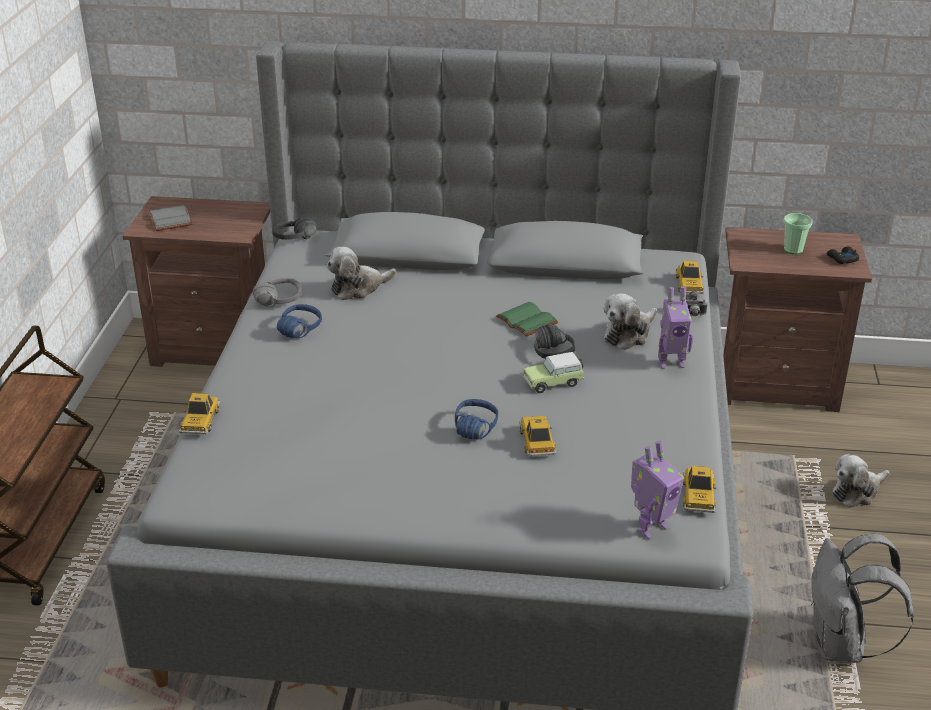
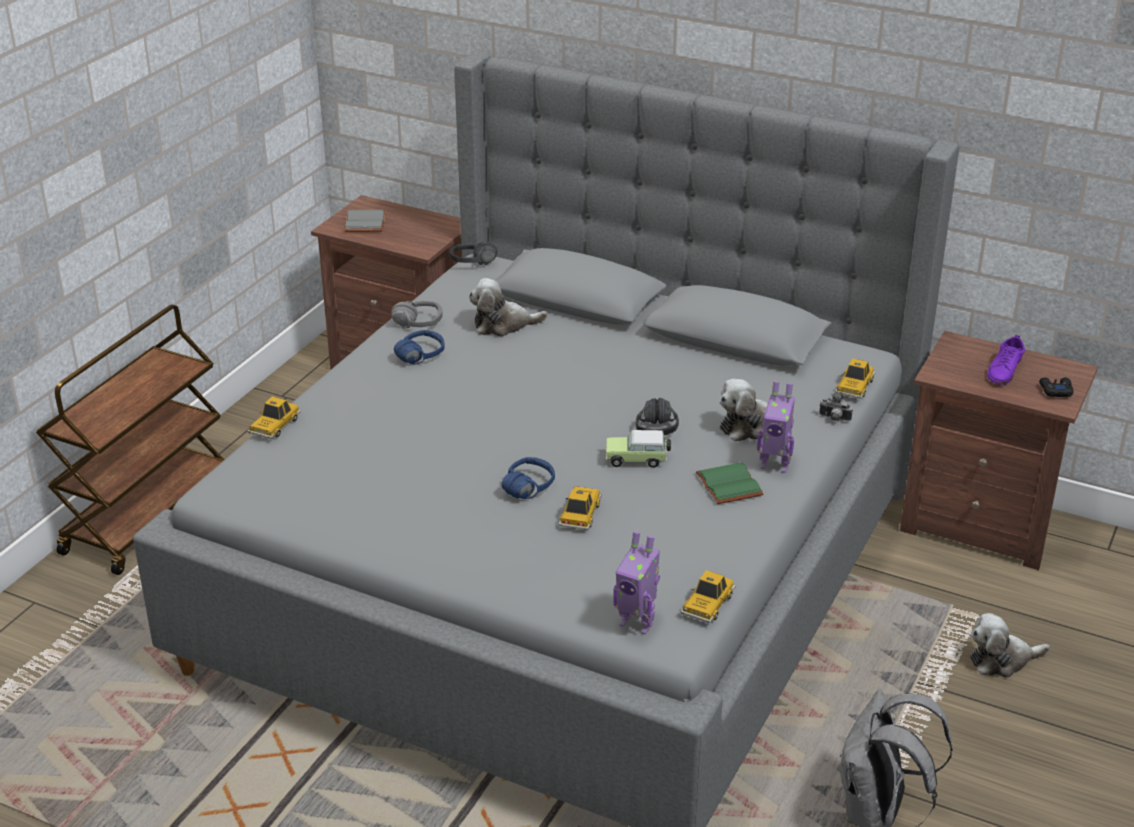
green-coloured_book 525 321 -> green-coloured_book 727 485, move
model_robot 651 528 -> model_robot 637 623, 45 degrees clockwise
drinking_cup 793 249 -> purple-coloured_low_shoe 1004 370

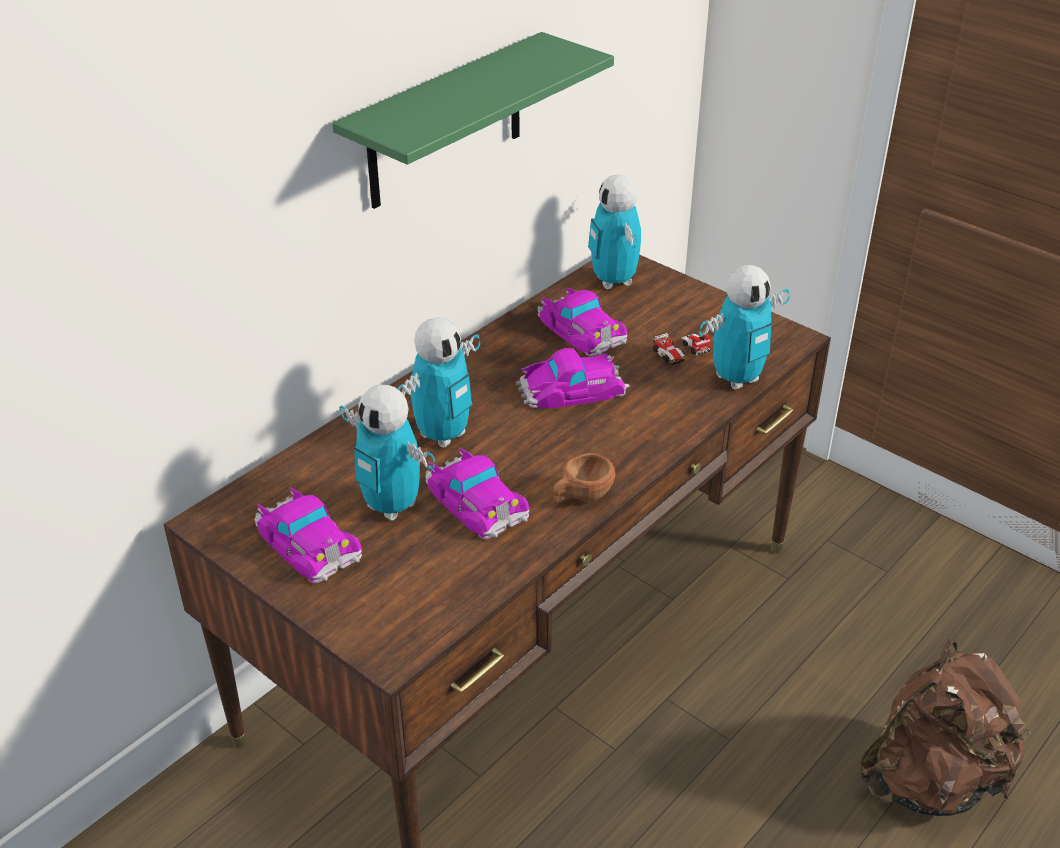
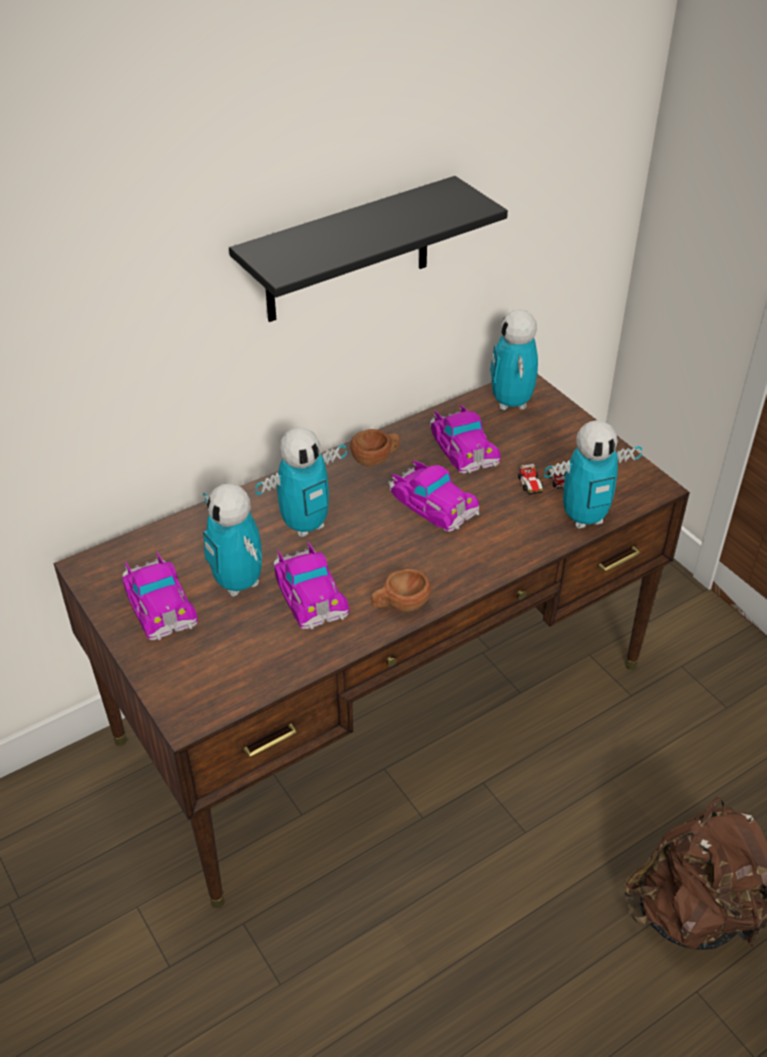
green-coloured_wall_shelf 445 122 -> blackish_wall_shelf 348 251
toy_car 572 388 -> toy_car 433 501, 45 degrees clockwise
none -> brownish_drinking_cup 376 459

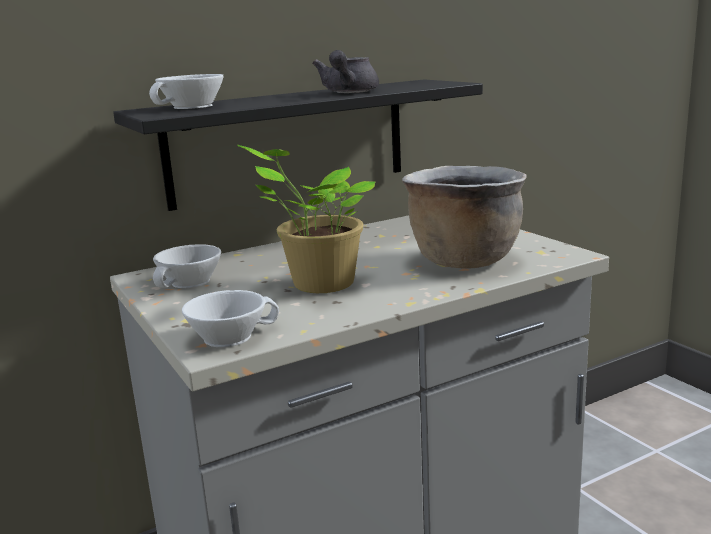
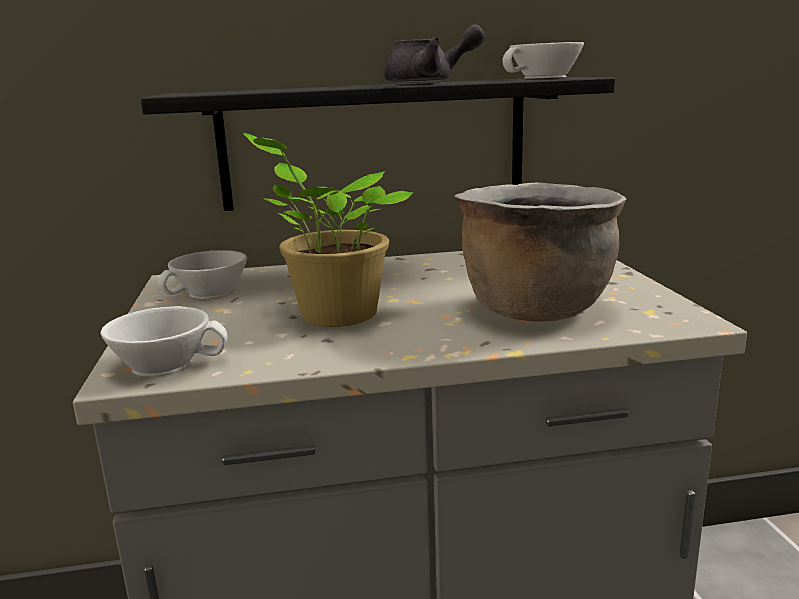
whitish_drinking_cup 192 107 -> whitish_drinking_cup 544 77, move
gray_pot_for_tea 348 92 -> gray_pot_for_tea 430 83, 135 degrees counterclockwise

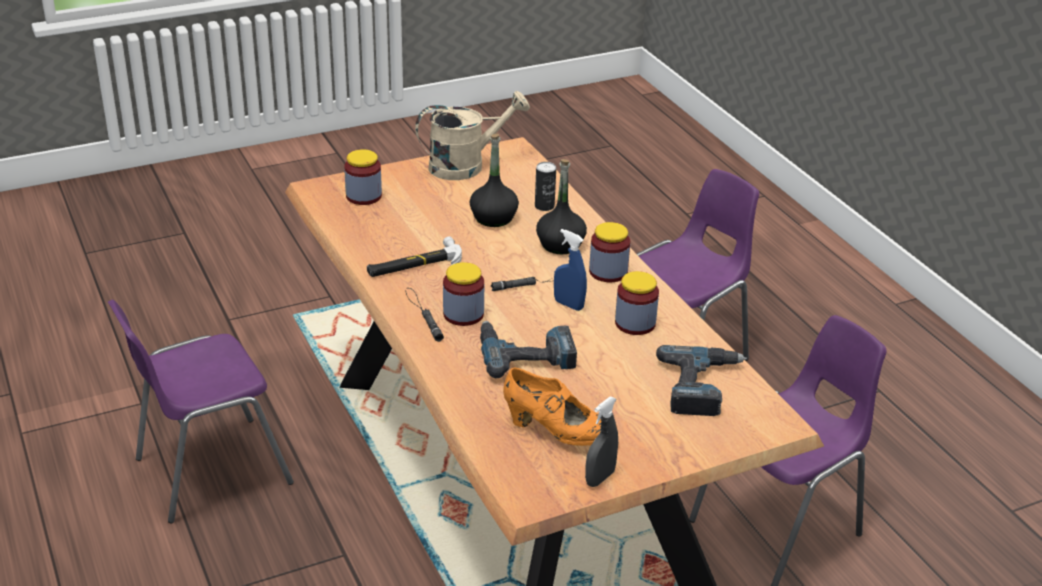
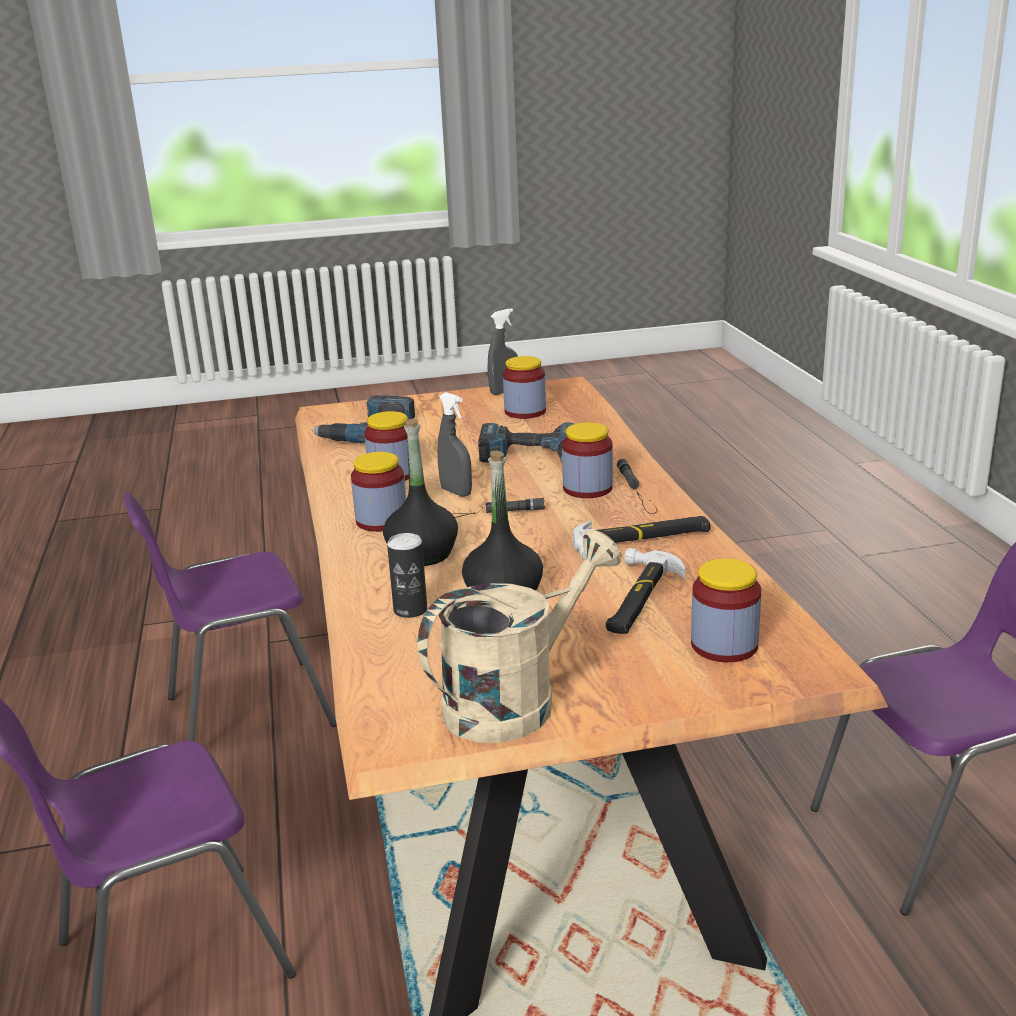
sand-coloured_watering_can 466 165 -> sand-coloured_watering_can 515 700, 150 degrees clockwise
orange-coloured_low_shoe 558 432 -> preserve_jar 525 412
blue_sprayer 568 304 -> gray_sprayer 456 492
none -> hand_hammer 638 598

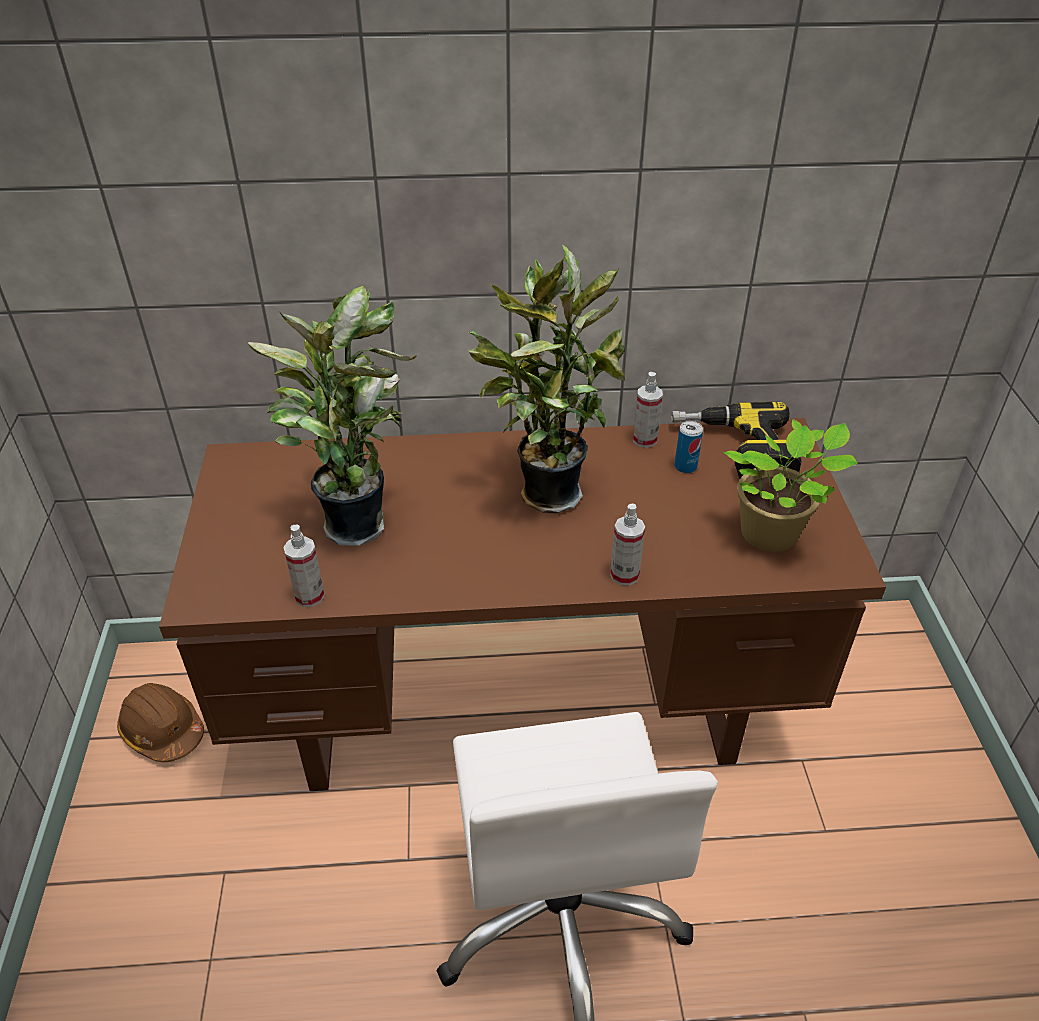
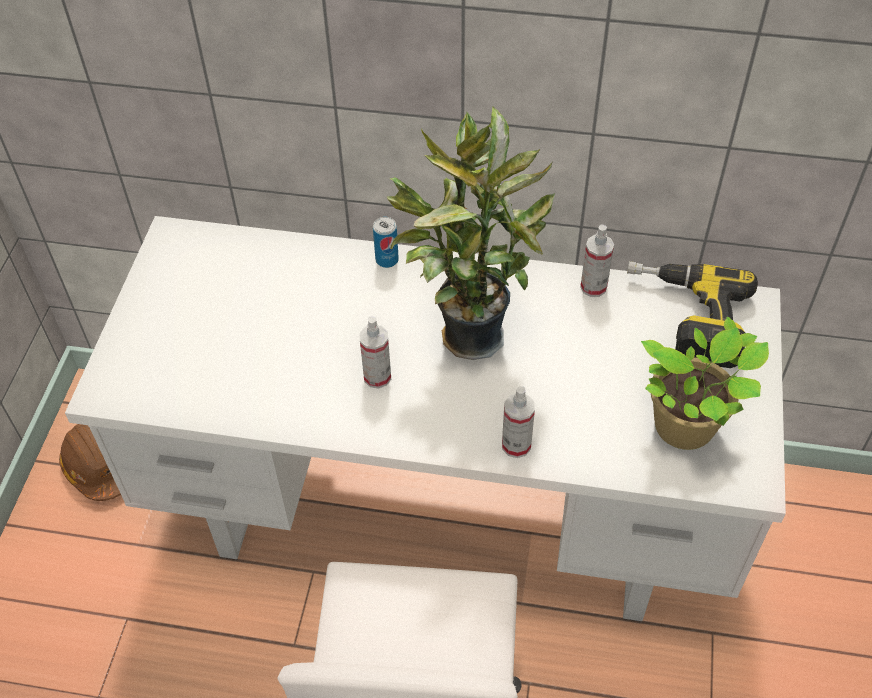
brownish_desk_table 520 708 -> whitish_desk_table 442 515
potted_plant 357 521 -> none
sprayer 309 596 -> sprayer 377 377, move
can 685 466 -> can 387 260, move

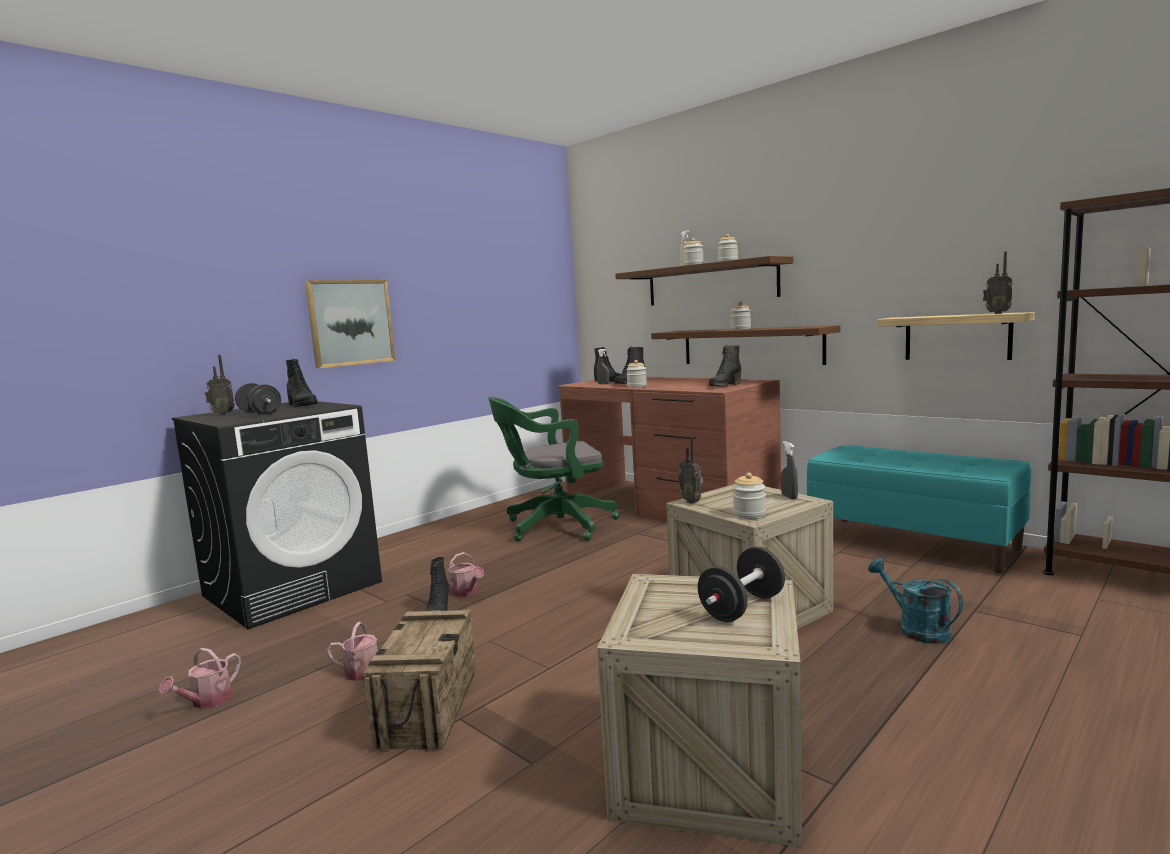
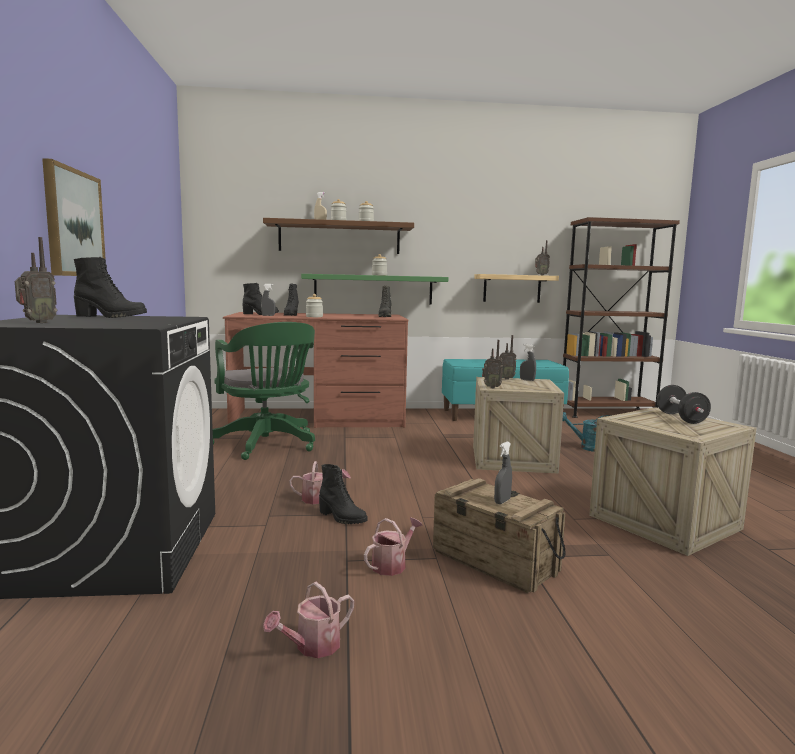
watering_can 207 701 -> watering_can 312 646, 75 degrees clockwise
blackish_hand_weight 260 414 -> none
green-coloured_office_chair 554 526 -> green-coloured_office_chair 267 445, 60 degrees counterclockwise
brownish_wall_shelf 750 346 -> green-coloured_wall_shelf 373 289
preserve_jar 749 514 -> none
none -> gray_sprayer 502 501
none -> radio_set 505 378

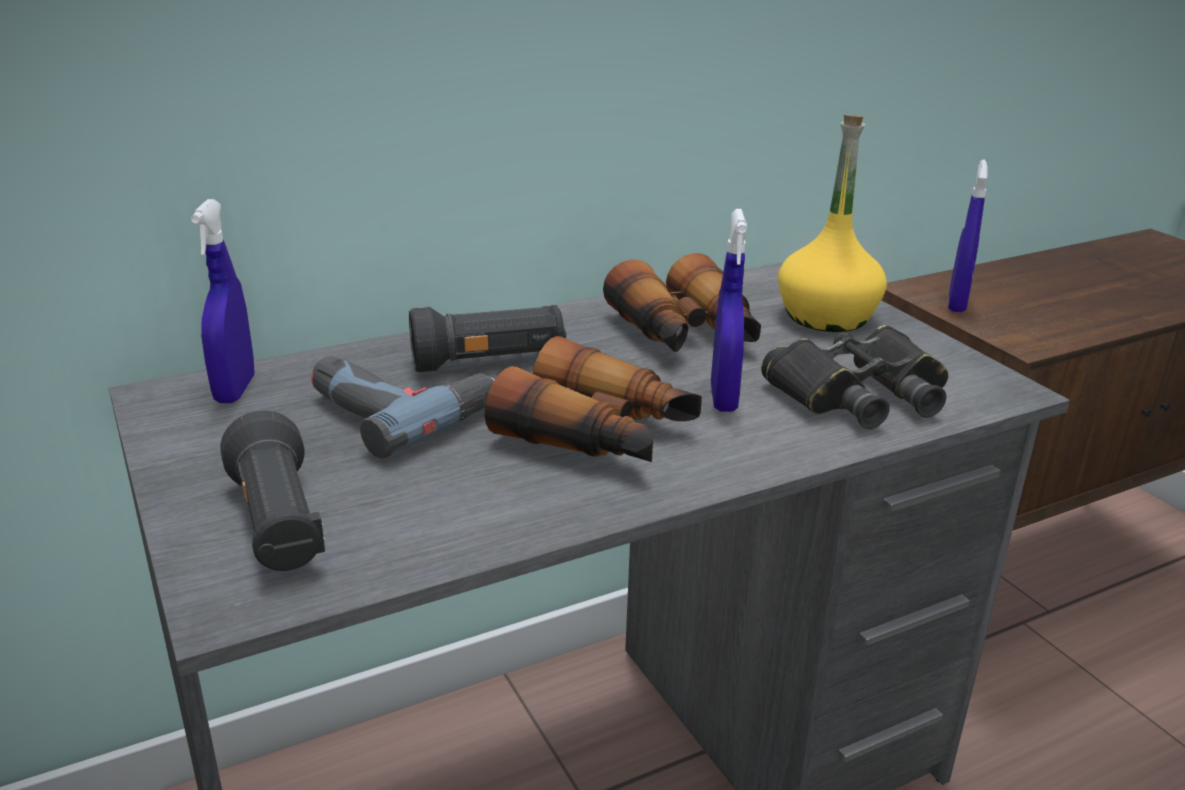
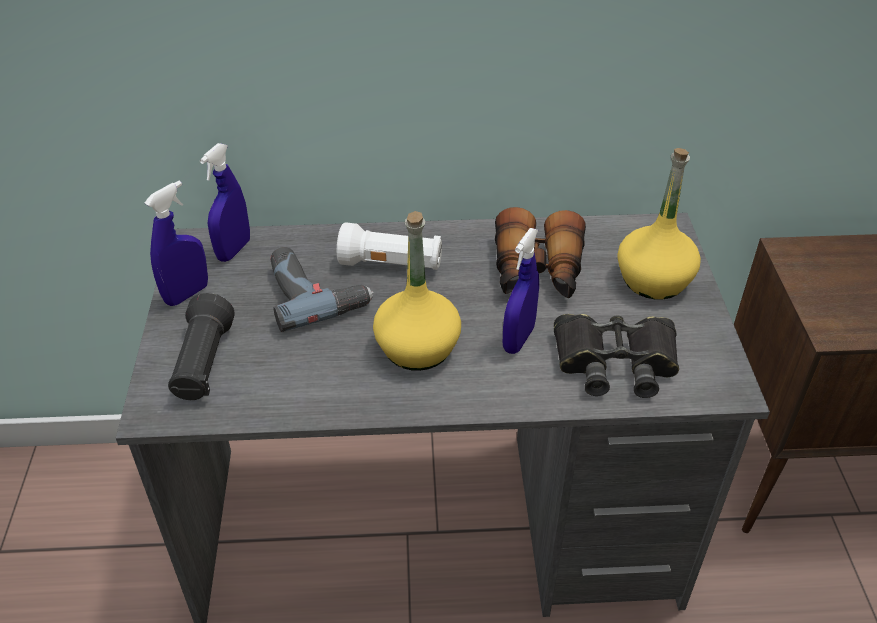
blackish_flashlight 489 362 -> whitish_flashlight 391 265
pair_of_binoculars 599 435 -> yellow_beverage_bottle 417 348
blue_sprayer 956 303 -> blue_sprayer 187 294, move

